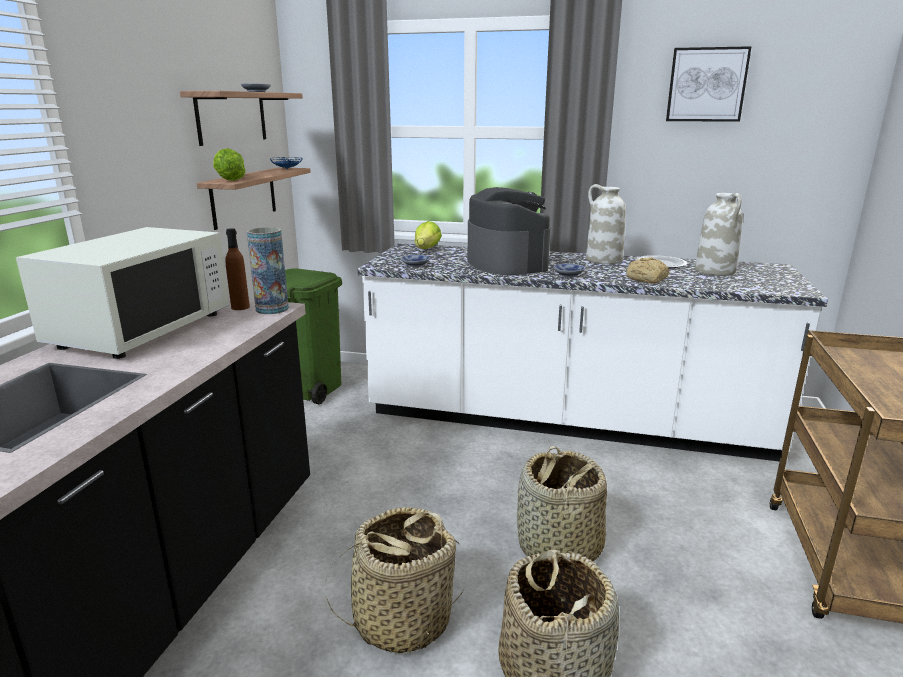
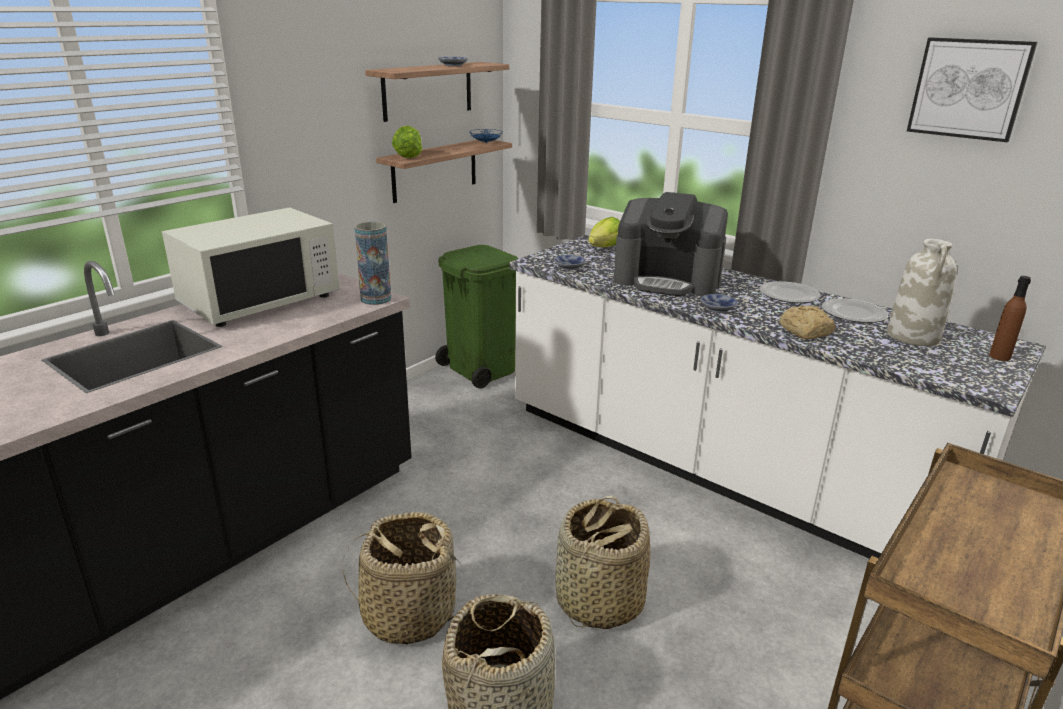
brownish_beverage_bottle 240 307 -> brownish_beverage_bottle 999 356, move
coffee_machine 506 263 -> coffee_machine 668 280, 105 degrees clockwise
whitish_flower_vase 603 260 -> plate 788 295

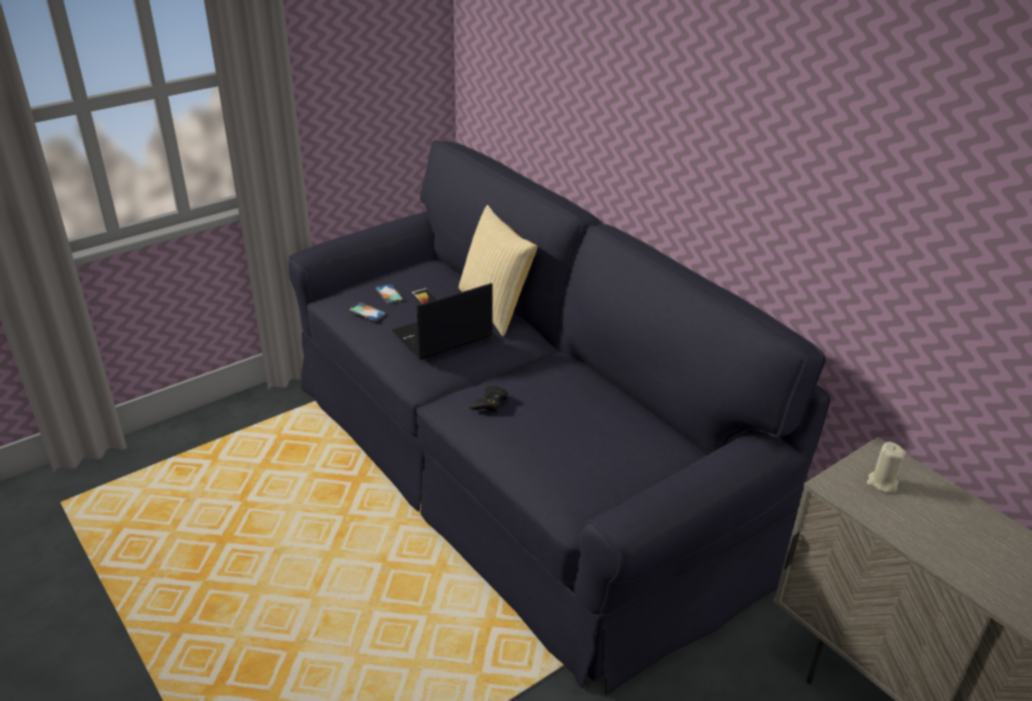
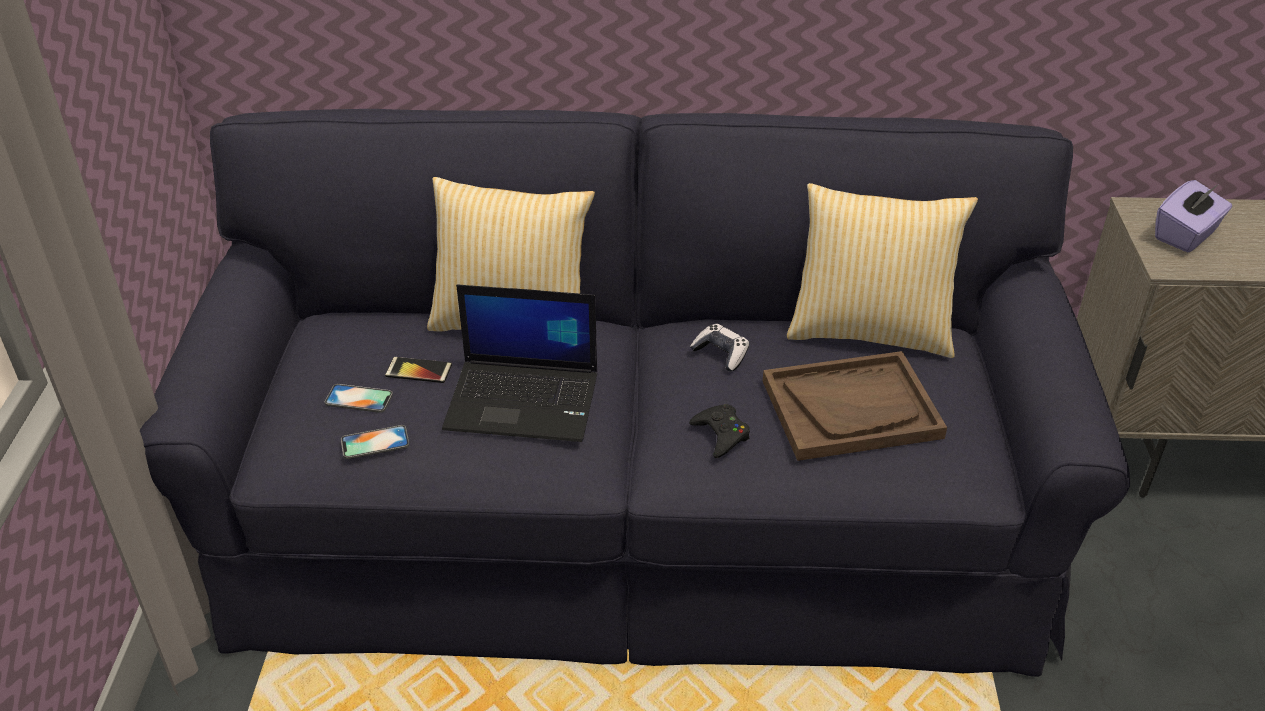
laptop 442 335 -> laptop 525 400, 90 degrees counterclockwise
sand-coloured_wax_light 882 483 -> purple-coloured_tissue_holder 1186 235
none -> joypad 721 354
none -> brownish_serving_tray 851 409
none -> pillow 870 330

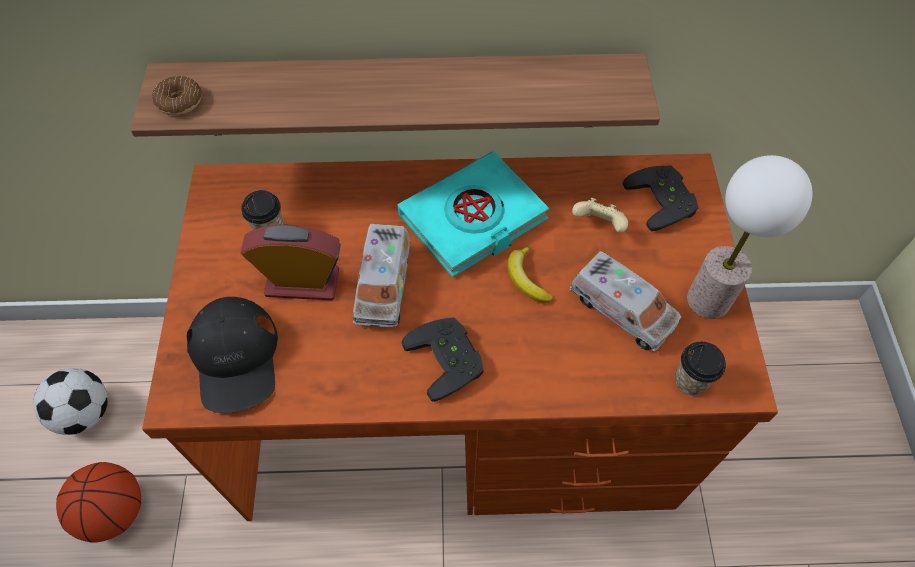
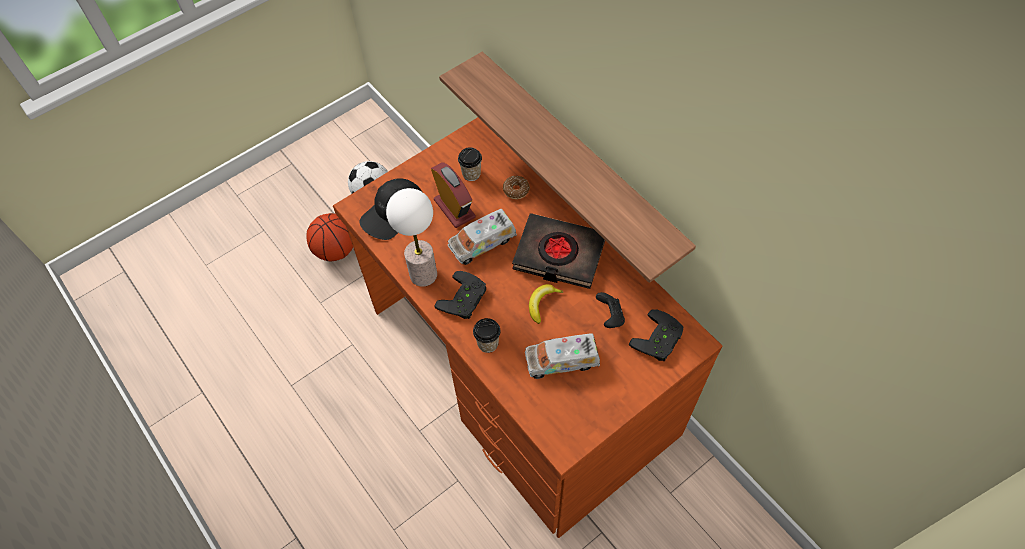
ring_doughnut 179 101 -> ring_doughnut 516 190, move
turquoise-coloured_book 473 219 -> blackish_book 559 255
model_truck 621 310 -> model_truck 561 361, 75 degrees clockwise
sand-coloured_joypad 599 225 -> blackish_joypad 610 317
drinking_cup 690 381 -> drinking_cup 488 343, move
lamp_for_a_table 709 300 -> lamp_for_a_table 423 275, move

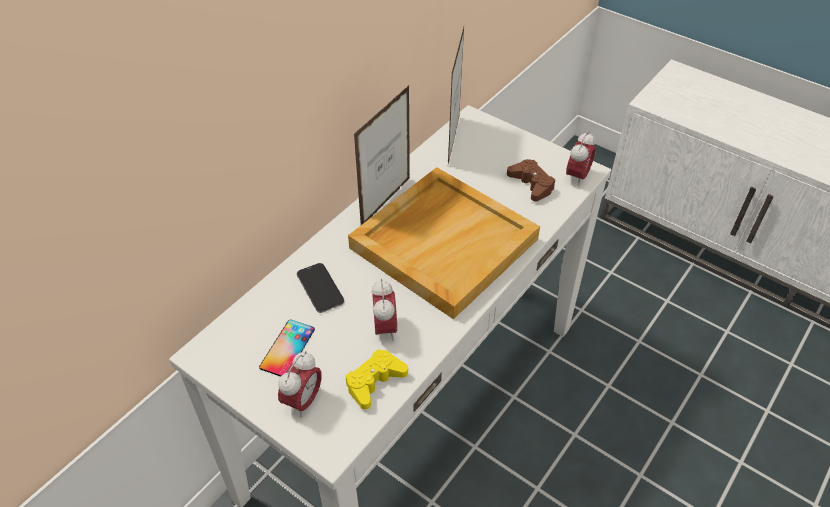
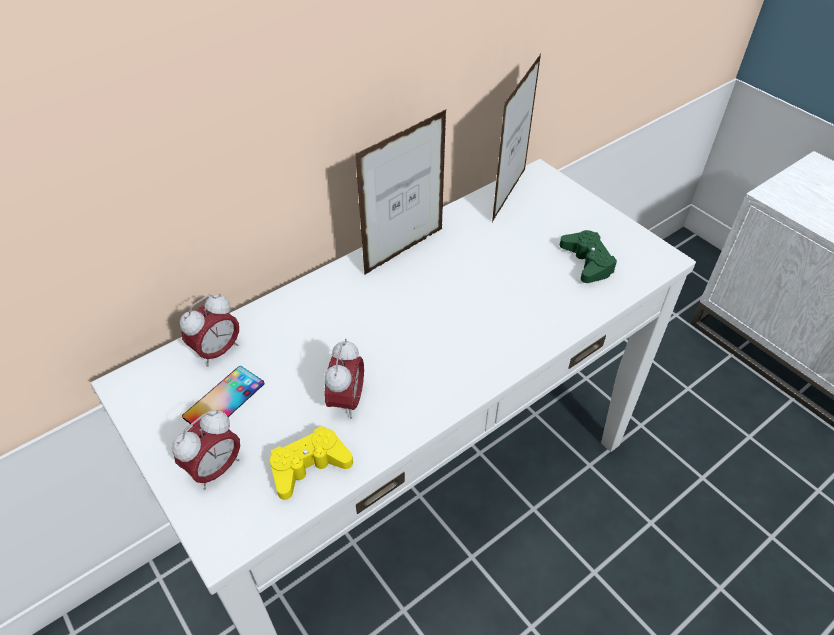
handset 320 288 -> none
sand-coloured_serving_tray 443 242 -> none
brownish_joypad 531 184 -> green-coloured_joypad 587 262
table_clock 577 176 -> table_clock 217 351, move

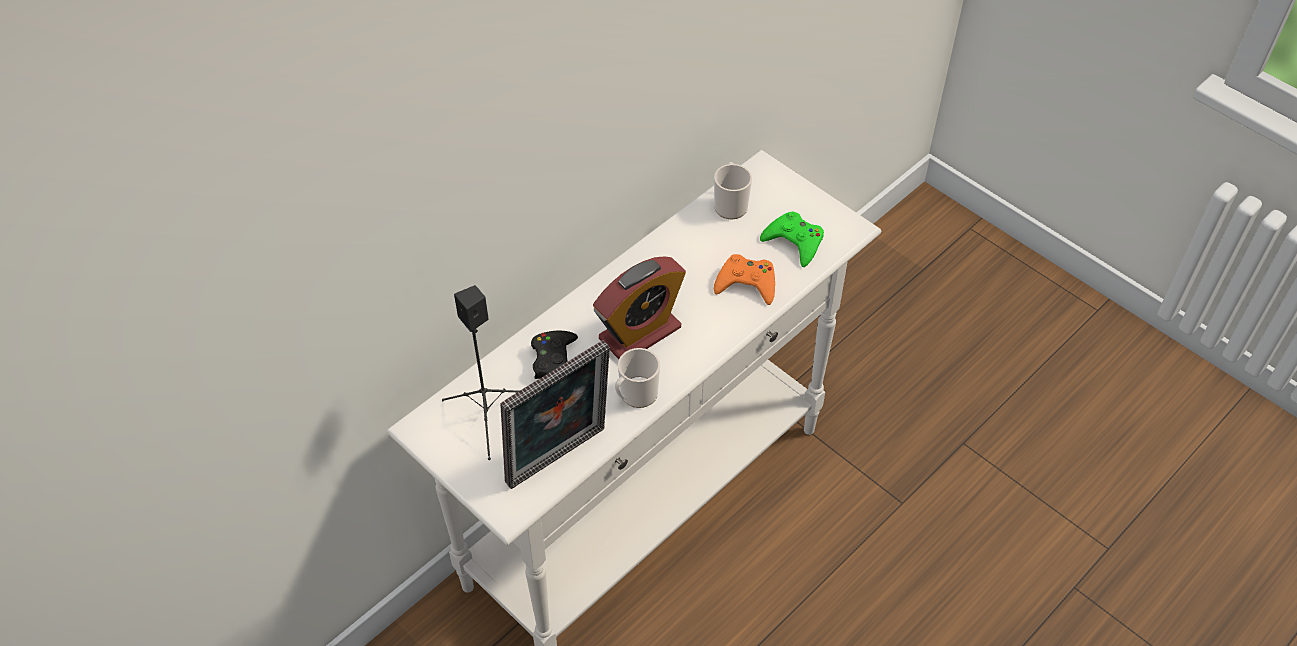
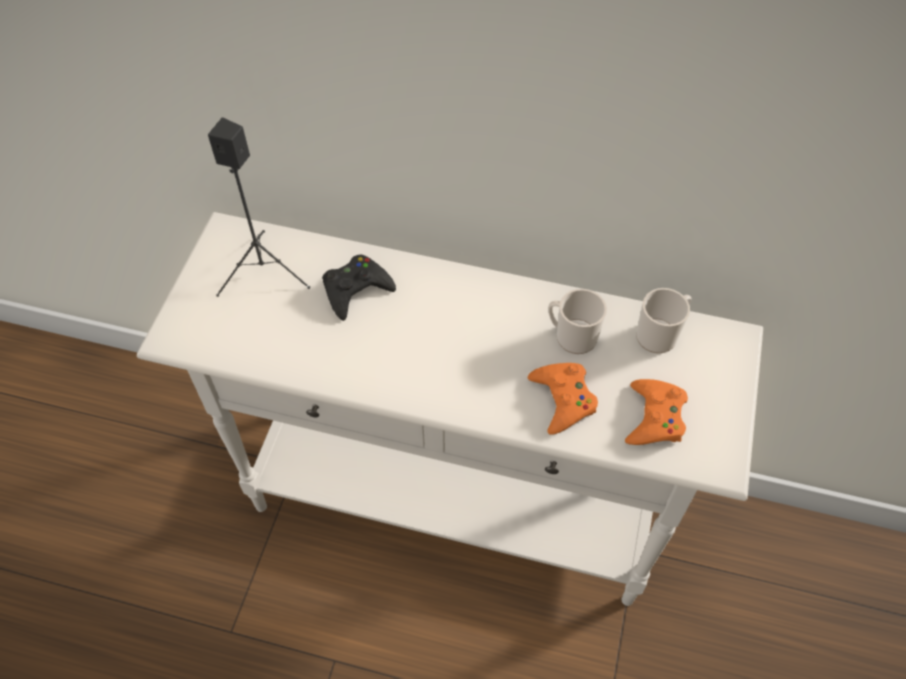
picture_frame 559 460 -> none
table_clock 640 333 -> none
mug 635 395 -> mug 571 336, move
green-coloured_joypad 794 242 -> orange-coloured_joypad 654 417

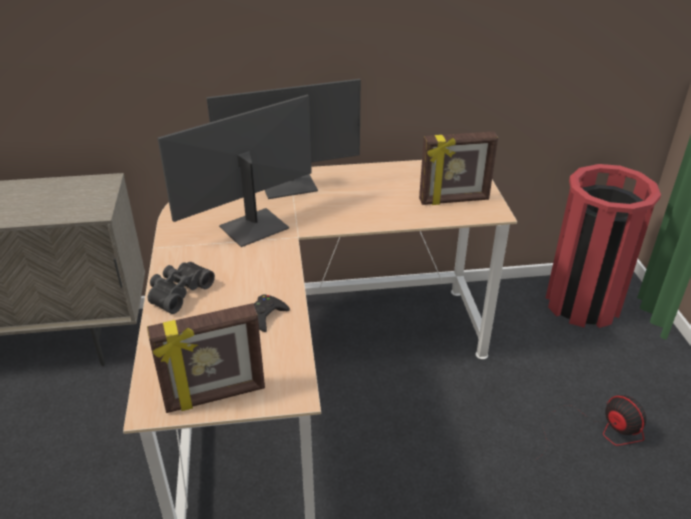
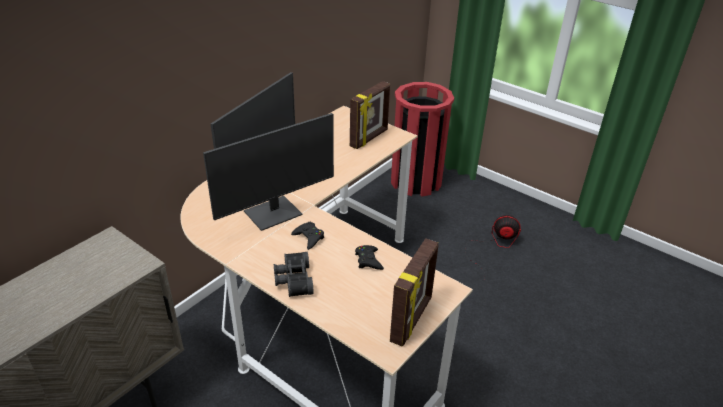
computer_screen 252 226 -> computer_screen 274 213, 135 degrees counterclockwise
none -> blackish_joypad 309 237

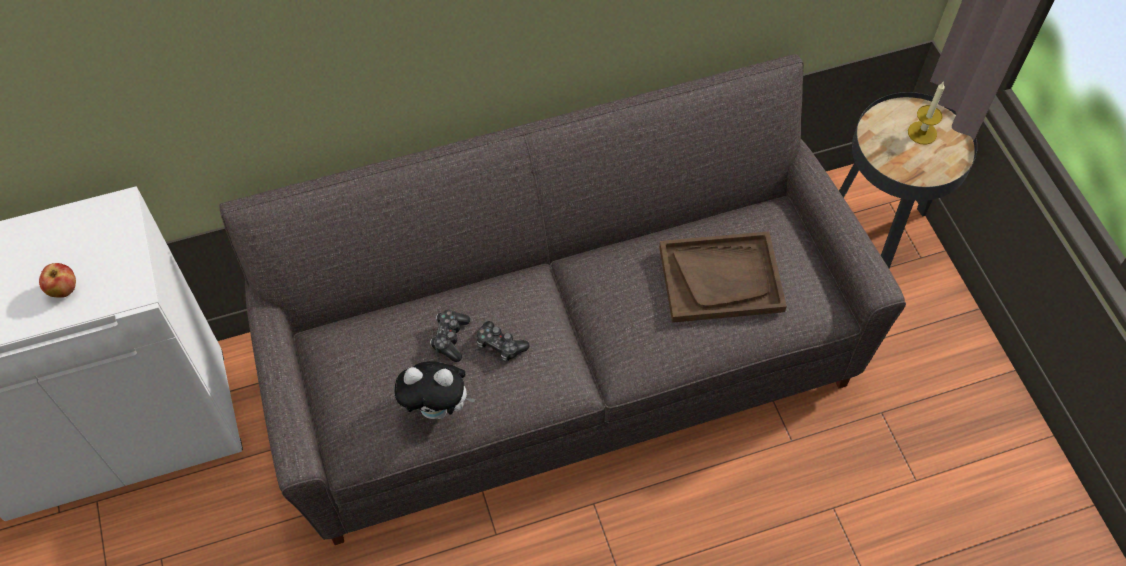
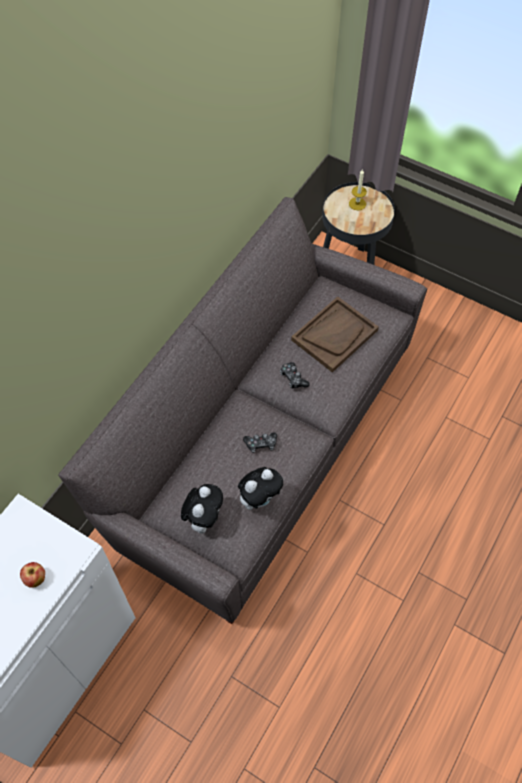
joypad 450 338 -> joypad 293 378, move
none -> plush_toy 204 518

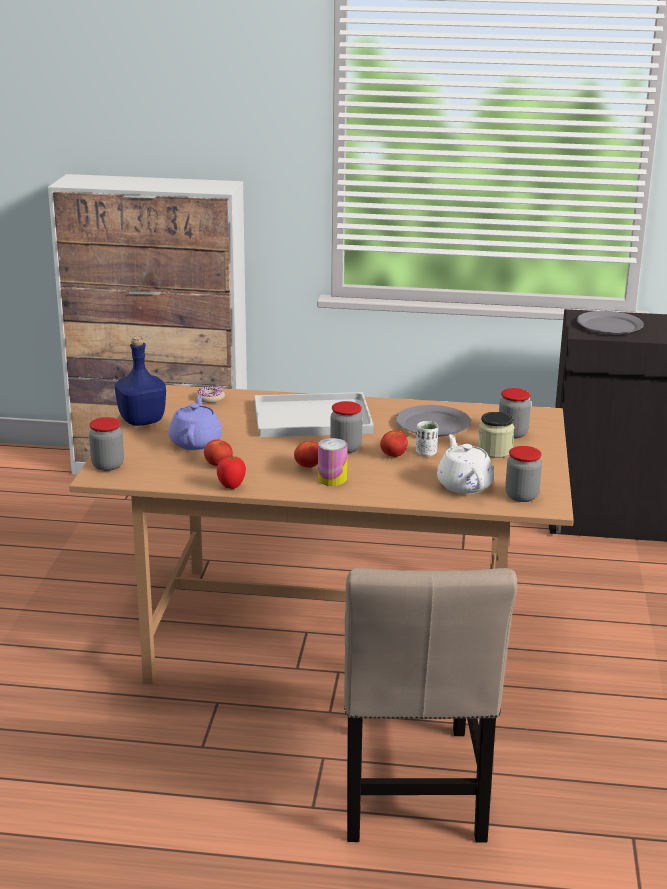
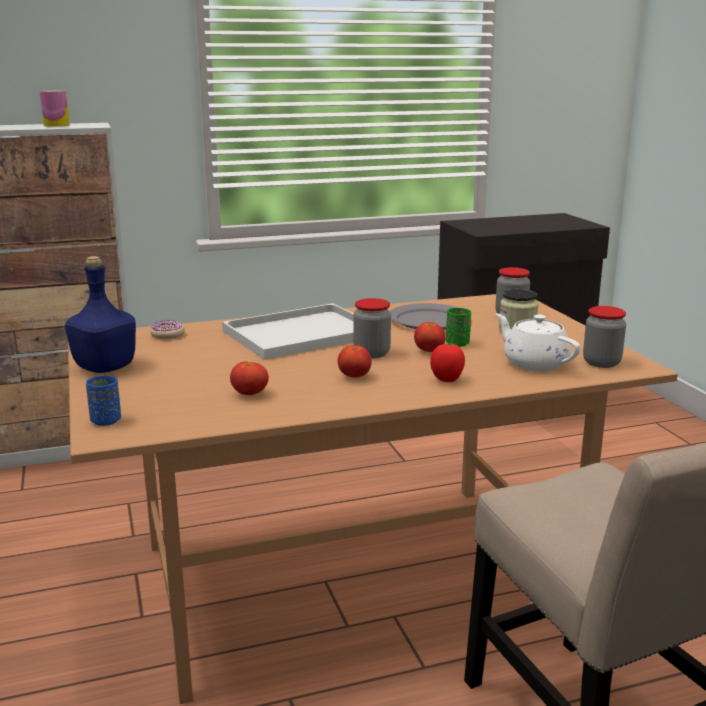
preserve_jar 108 465 -> blue_drinking_cup 106 421
purple-coloured_pot_for_tea 196 442 -> none
tomato 231 486 -> tomato 447 380, move
can 332 479 -> can 56 125, move
whitish_drinking_cup 426 453 -> green-coloured_drinking_cup 457 344
gray_plate 609 326 -> none

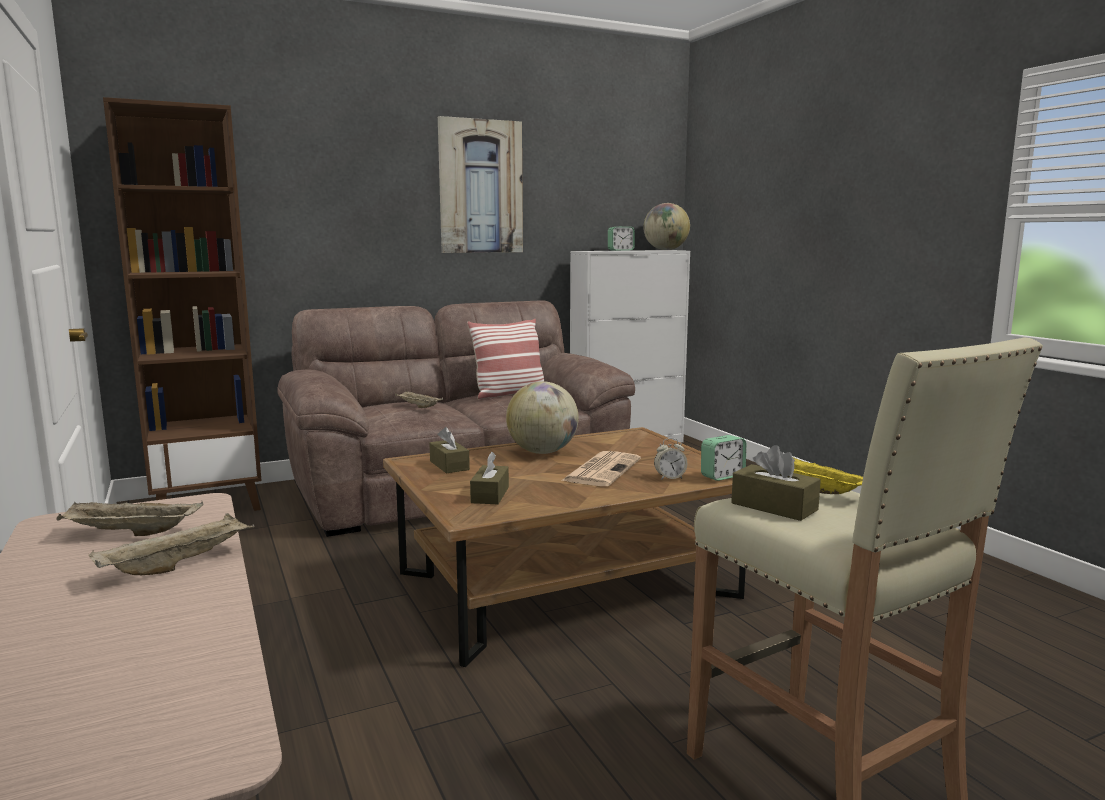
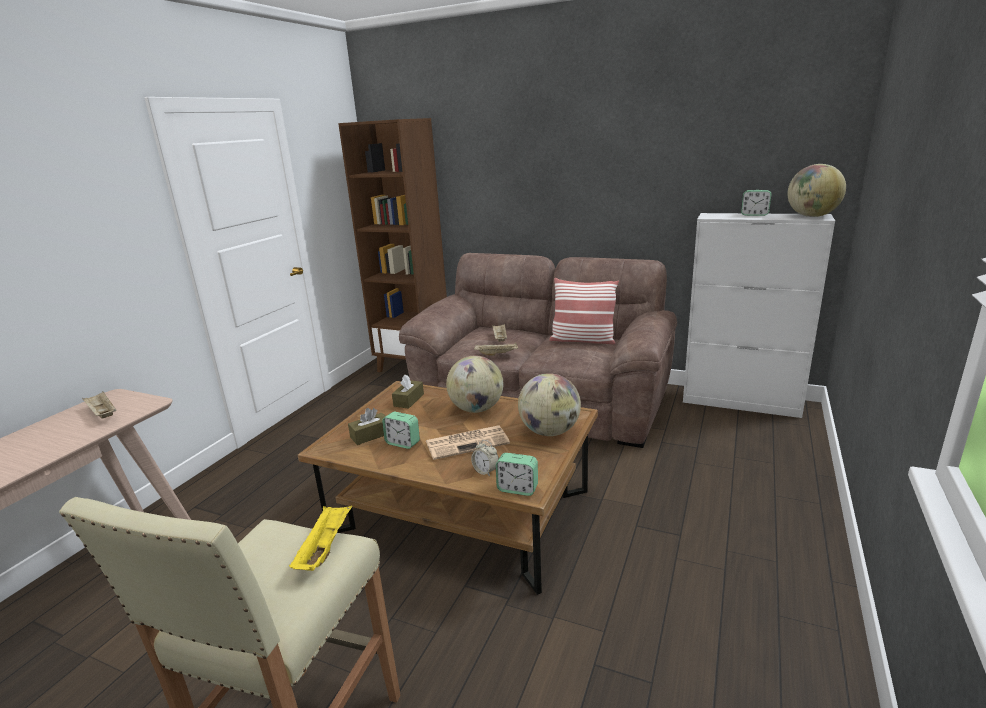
sand-coloured_serving_tray 179 564 -> sand-coloured_serving_tray 497 354, move
wall_picture 480 187 -> none
brownish_tissue_holder 774 506 -> none
none -> table_clock 402 443
none -> globe 549 432

